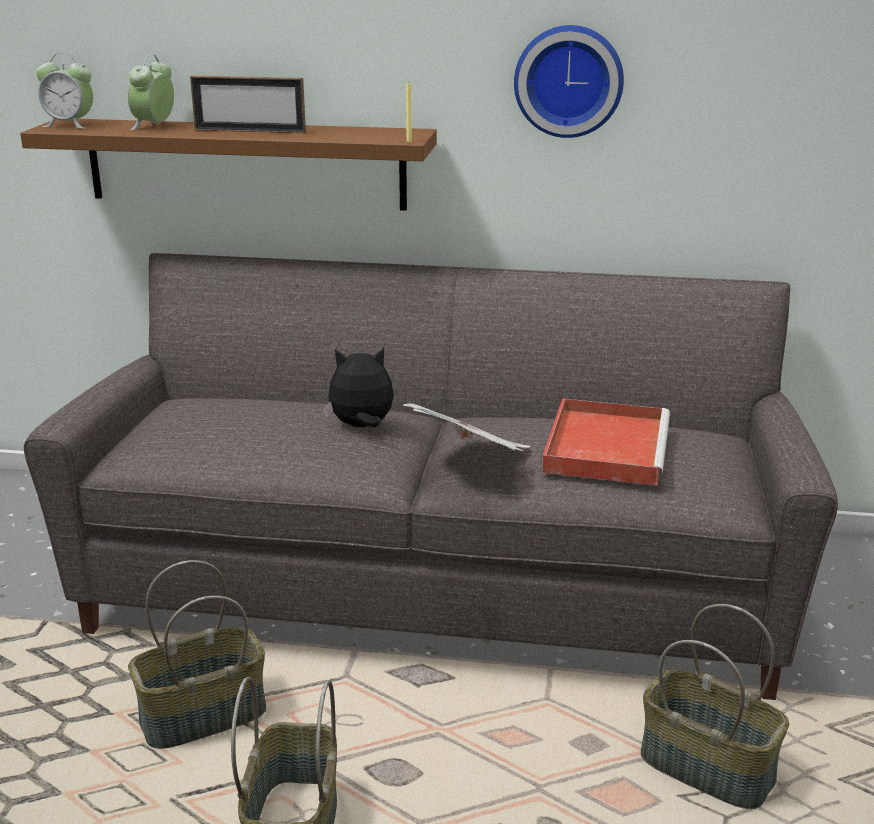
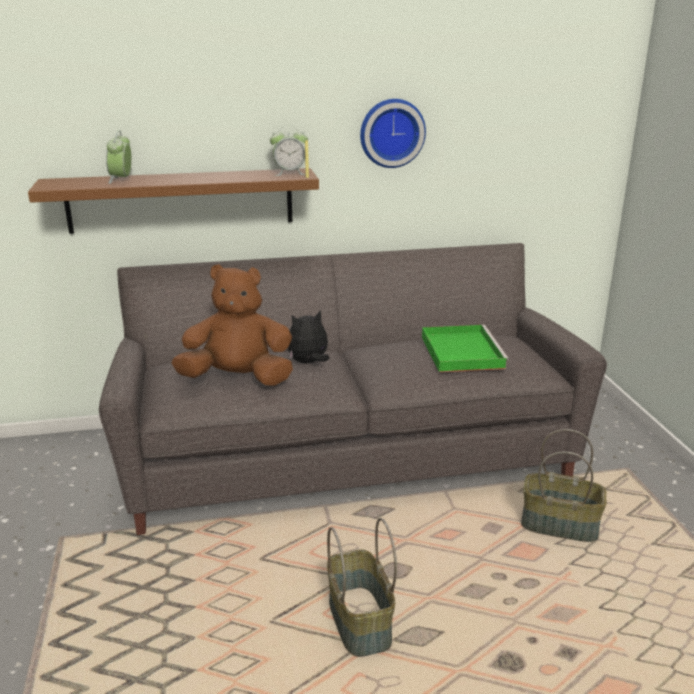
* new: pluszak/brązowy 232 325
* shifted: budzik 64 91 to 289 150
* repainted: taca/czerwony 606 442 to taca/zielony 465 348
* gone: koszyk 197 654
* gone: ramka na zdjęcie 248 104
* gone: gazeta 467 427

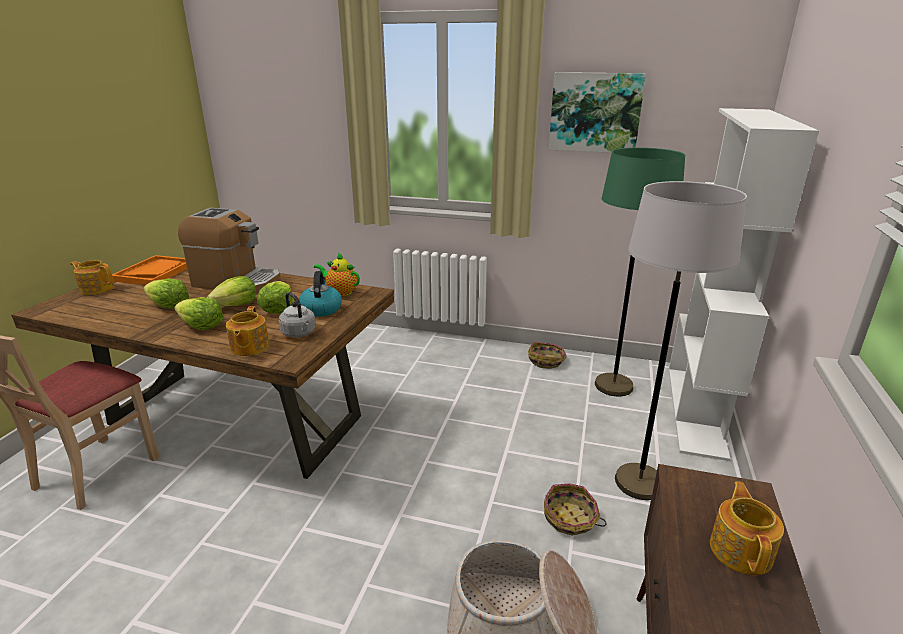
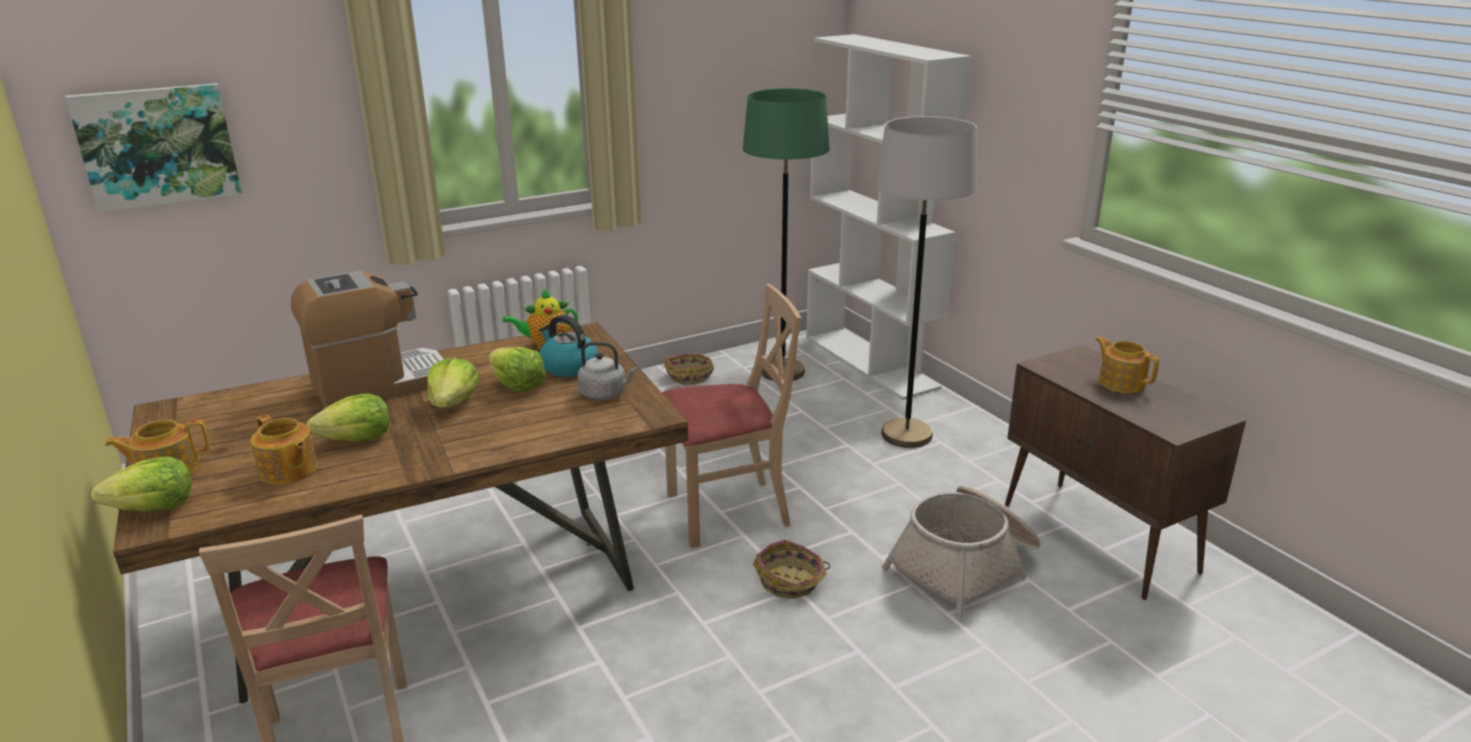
* shifted: obraz 597 112 to 153 148
* shifted: sałata 199 313 to 141 484
* shifted: imbryk 248 331 to 284 449
* new: krzesło/beżowy 731 416
* shifted: koszyk 575 509 to 791 569
* gone: taca/pomarańczowy 149 270

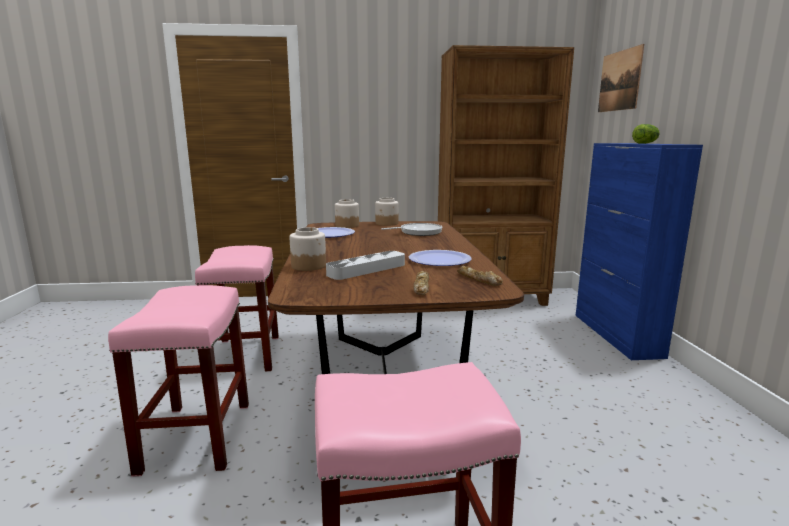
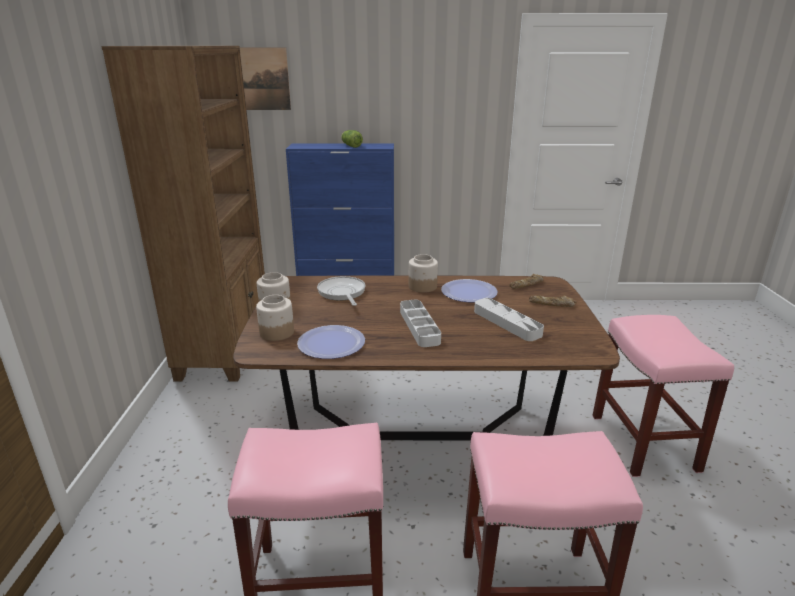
* new: taca/szary 420 323
* shifted: słoik 308 249 to 423 273

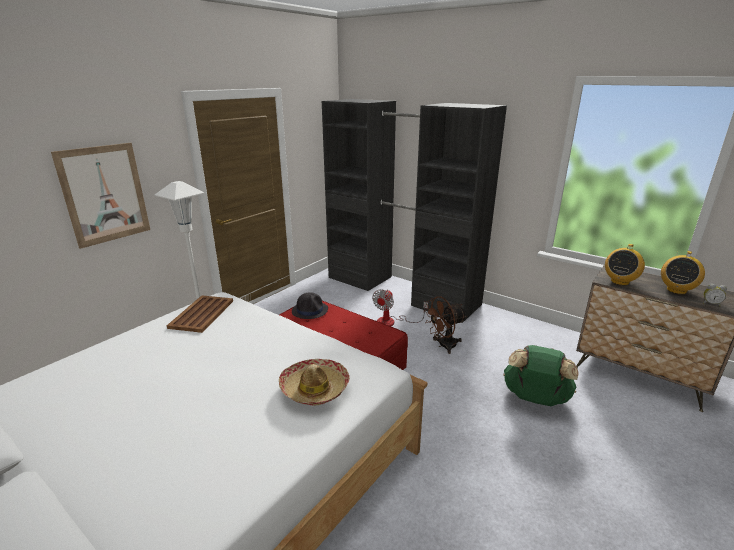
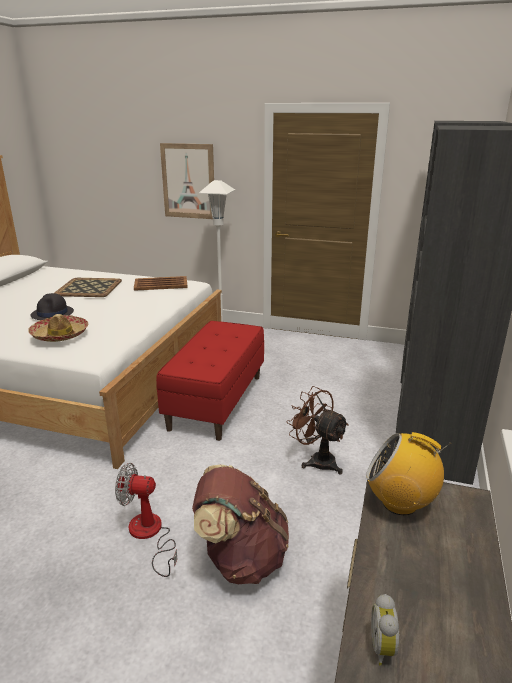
* shifted: kapelusz/czarny 310 305 to 52 306
* new: taca 88 287
* shifted: wentylator 400 307 to 146 520
* repainted: plecak/zielony 541 375 to plecak/brązowy 240 524
* gone: radio 683 272

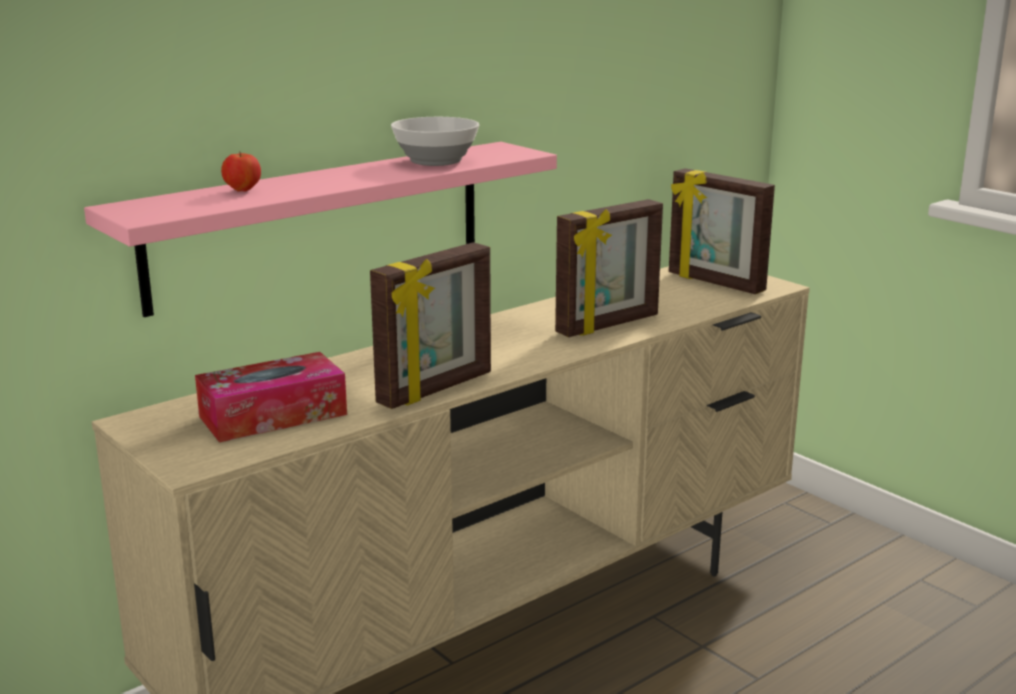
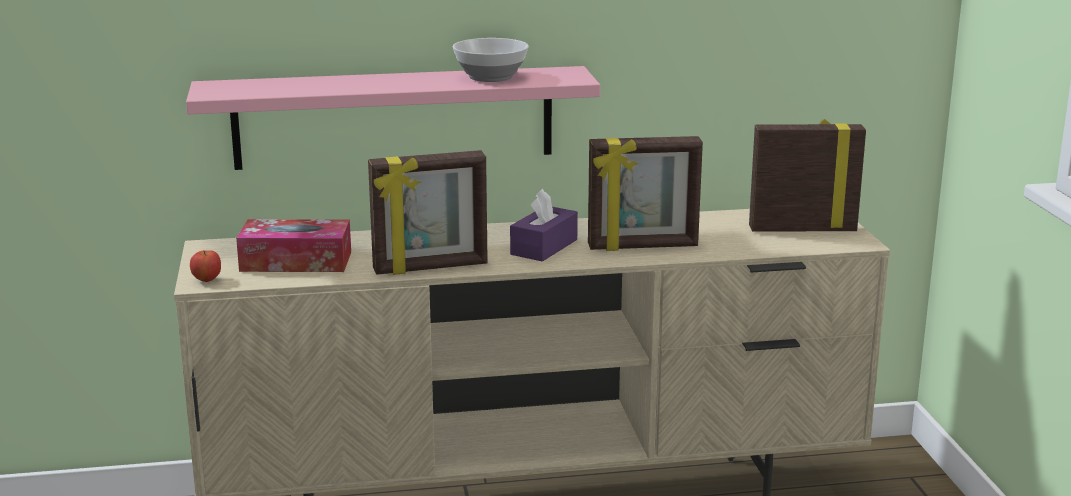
* shifted: jabłko 241 171 to 205 266
* new: pudełko chusteczek/fioletowy 544 225
* rotated: ramka na zdjęcie 722 231 = 807 175 105 degrees clockwise

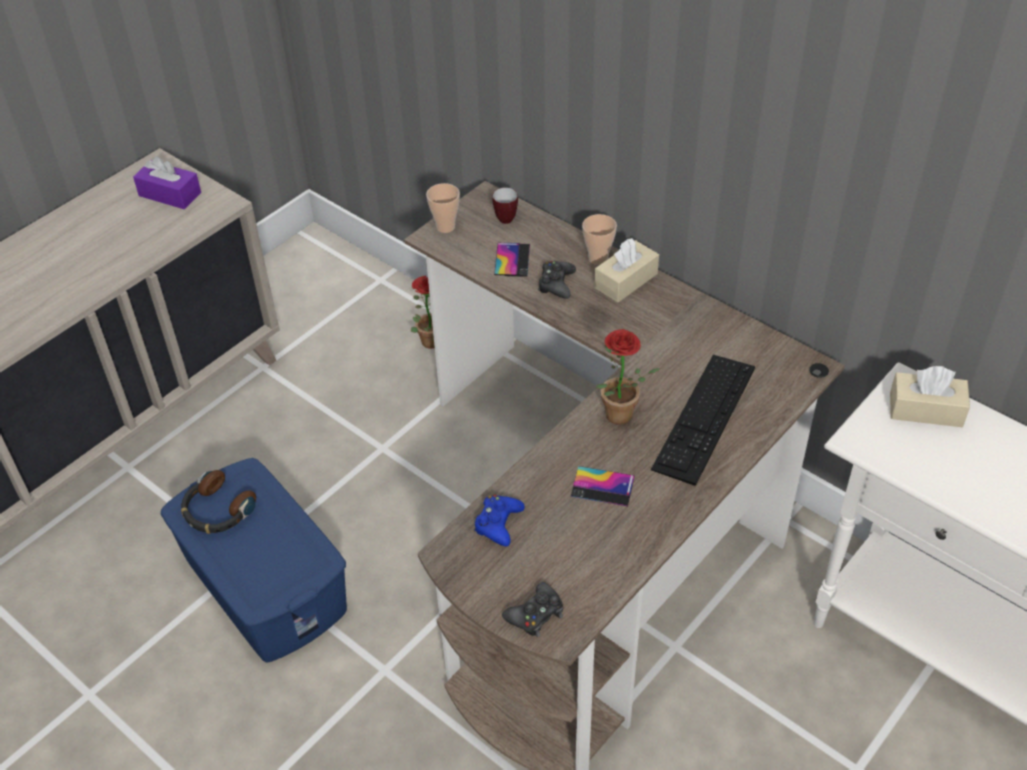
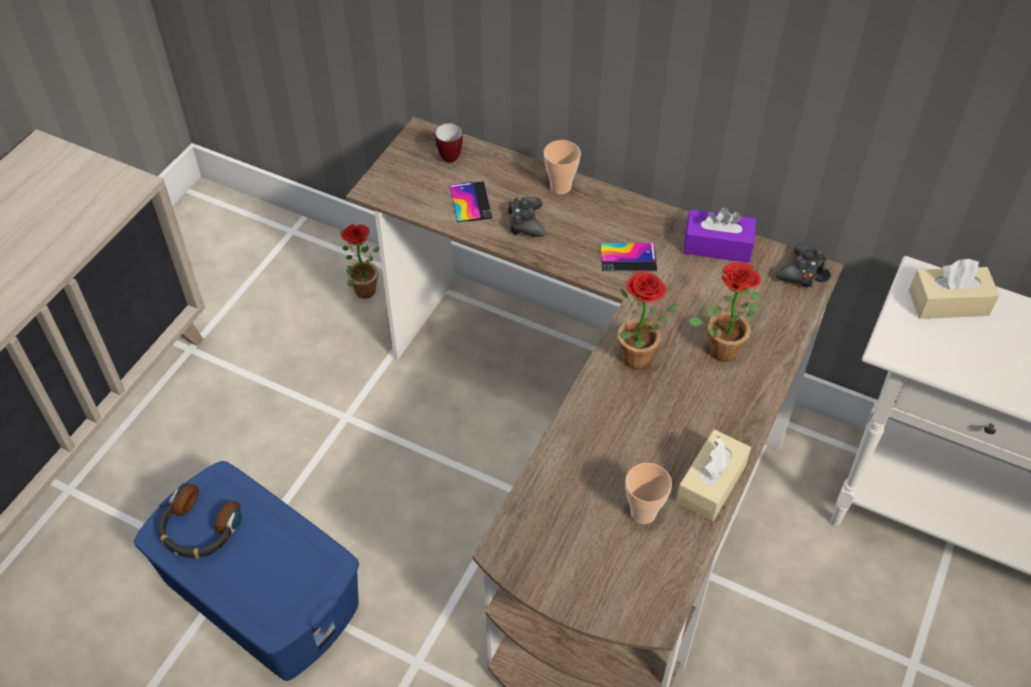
* shifted: telefon 603 486 to 628 257
* shifted: filiżanka 443 208 to 648 493
* shifted: pudełko chusteczek/beżowy 626 270 to 713 475
* shifted: pudełko chusteczek/fioletowy 167 182 to 719 235
* swapped: klawiatura 703 420 to roślina doniczkowa 725 312
* shifted: pad do gier/czarny 532 609 to 801 266
* gone: pad do gier/niebieski 499 520

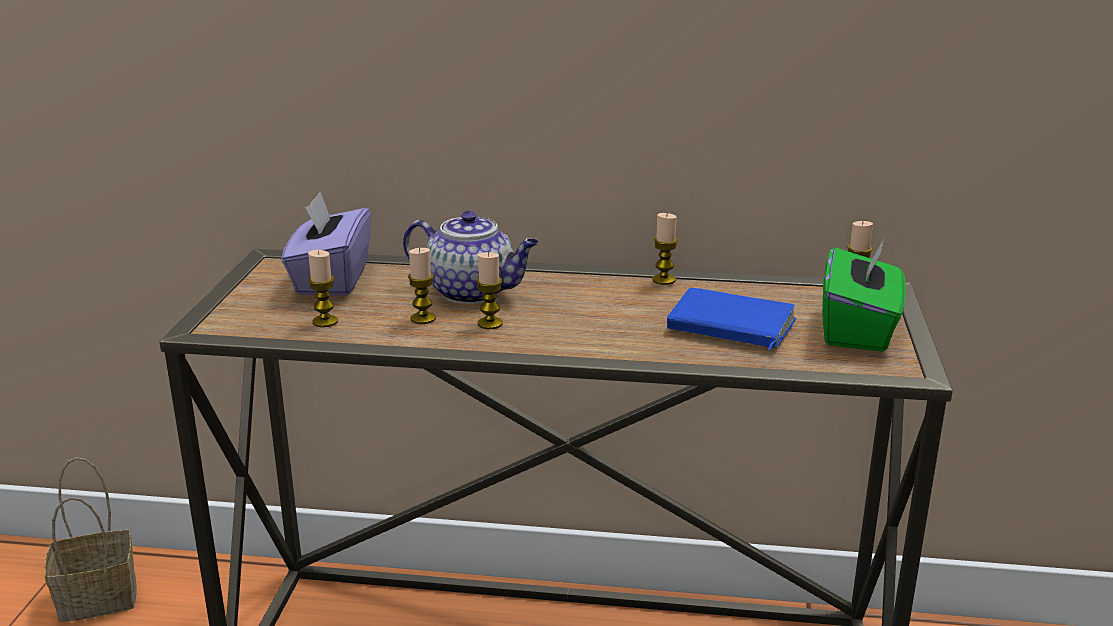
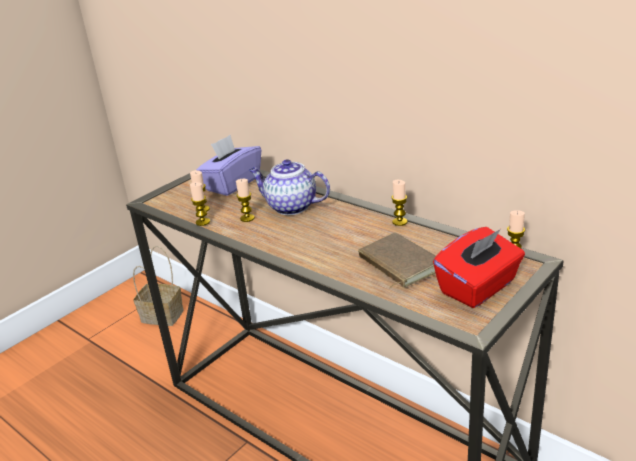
* shifted: świeca 489 290 to 200 204
* rotated: imbryk 471 257 = 289 187 150 degrees clockwise
* repainted: książka/niebieski 731 319 to książka/brązowy 397 260
* repainted: pudełko chusteczek/zielony 864 295 to pudełko chusteczek/czerwony 479 267

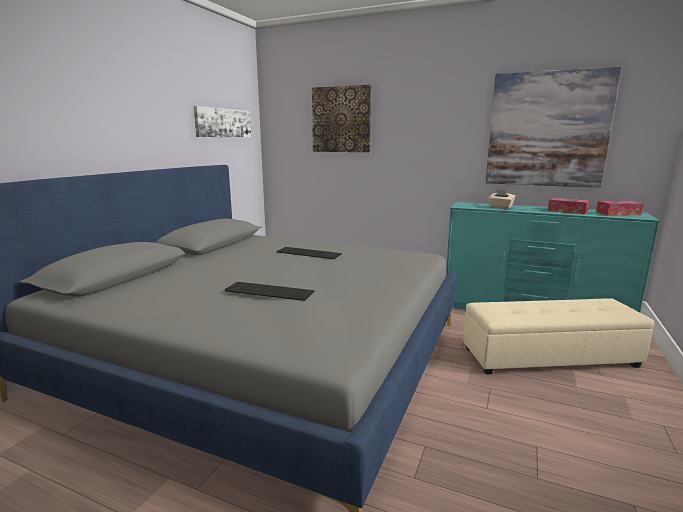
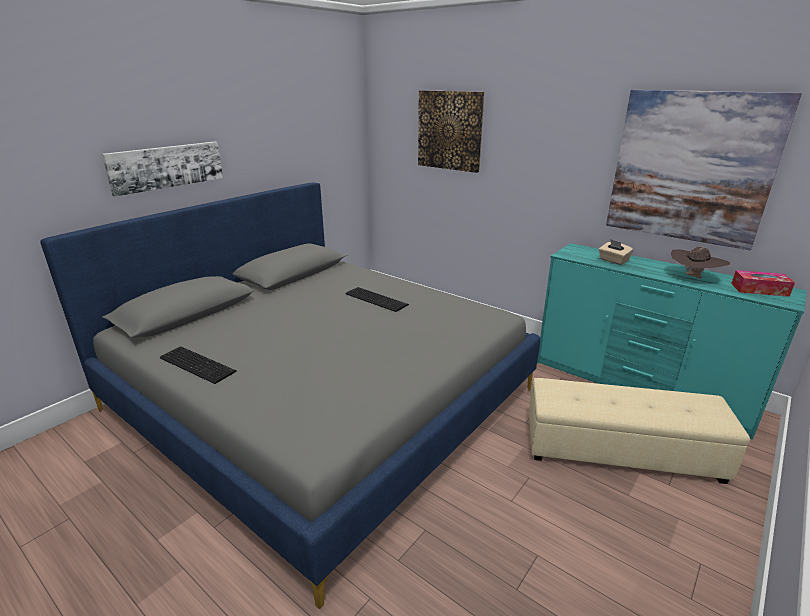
* shifted: obraz 222 121 to 162 169
* shifted: klawiatura 269 291 to 198 365
* swapped: pudełko chusteczek 568 206 to kapelusz/brązowy 700 262

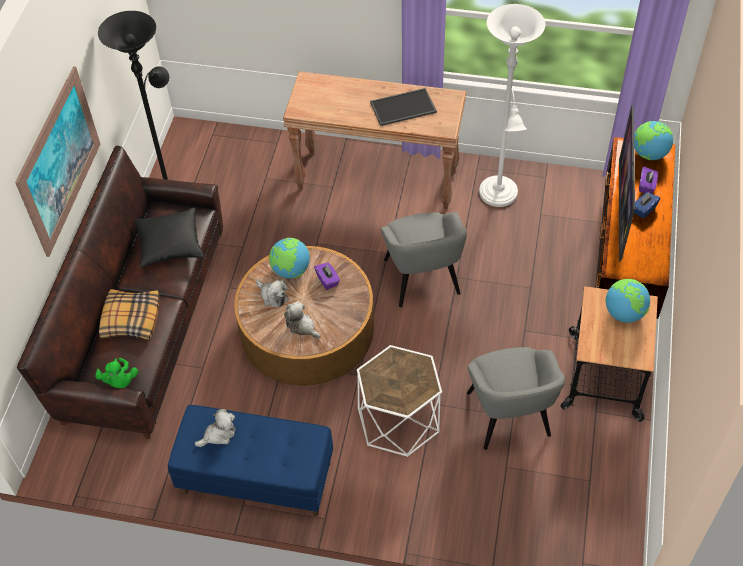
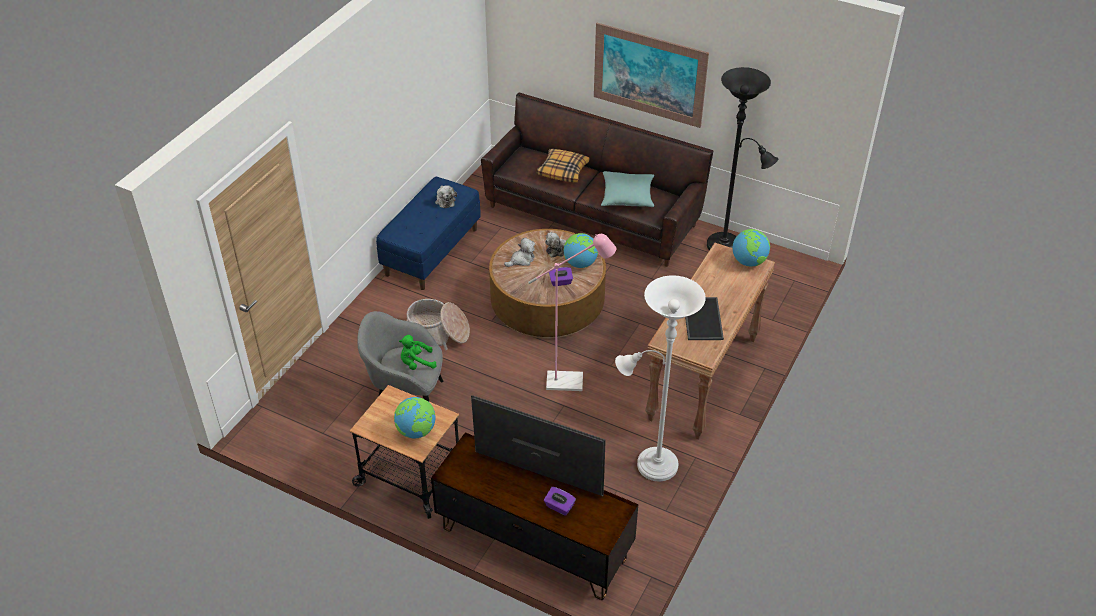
* shifted: pluszak/zielony 116 373 to 418 352
* swapped: stolik/biały 399 401 to koszyk 438 325
* swapped: fotel/szary 424 259 to lampa stojąca/różowy 572 312
* repainted: poduszka/czarny 169 237 to poduszka/turkusowy 627 189
* shifted: globus 653 140 to 751 247
* gone: pudełko chusteczek/niebieski 647 205

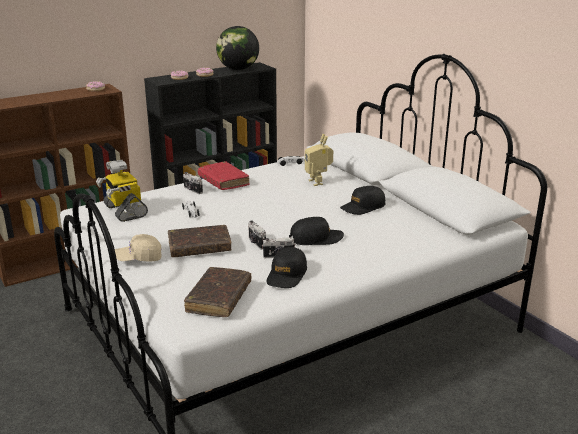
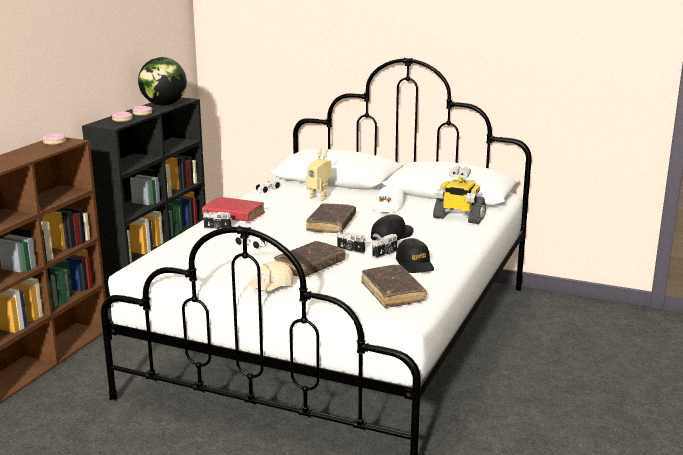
* new: książka/brązowy 331 218
* repainted: czapka z daszkiem/czarny 362 200 to czapka z daszkiem/biały 388 199
* shifted: robot zabawkowy 122 191 to 459 195

